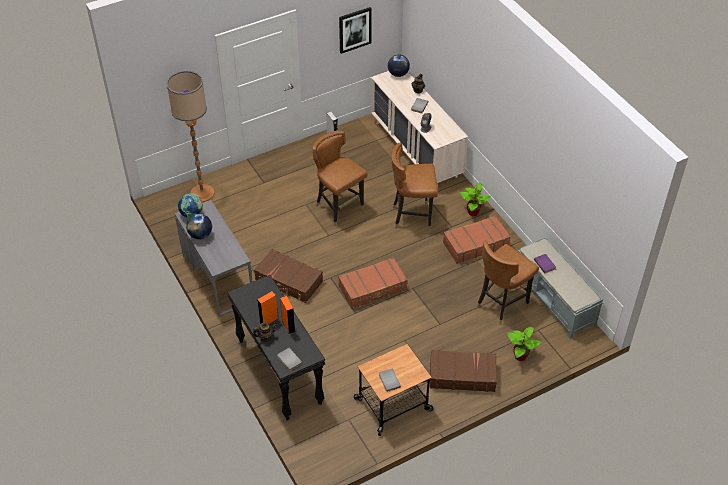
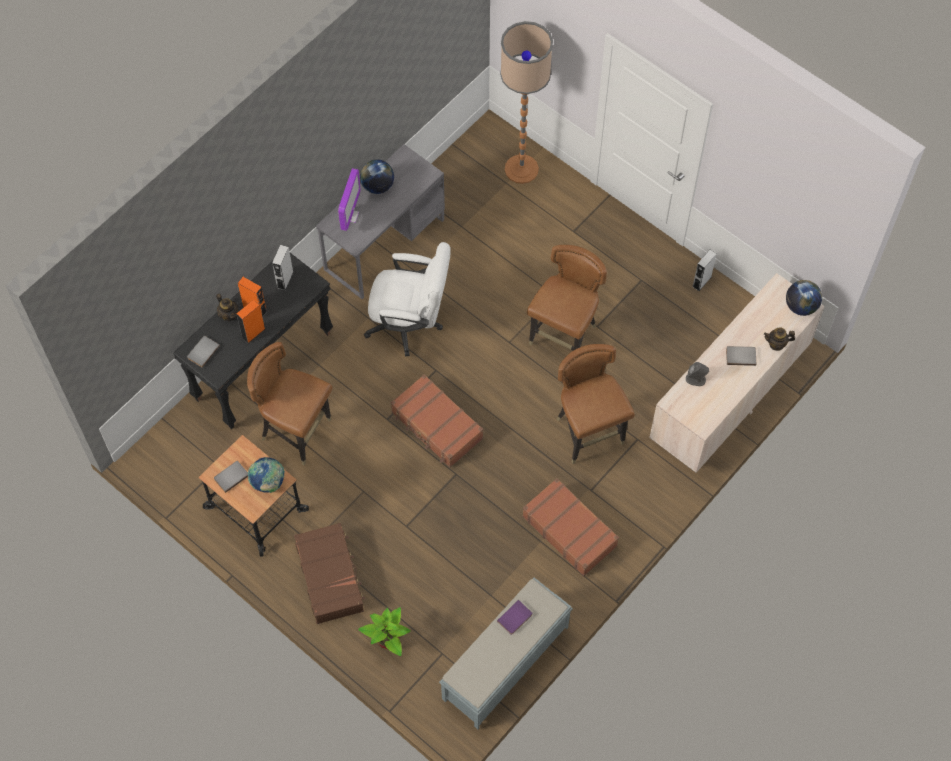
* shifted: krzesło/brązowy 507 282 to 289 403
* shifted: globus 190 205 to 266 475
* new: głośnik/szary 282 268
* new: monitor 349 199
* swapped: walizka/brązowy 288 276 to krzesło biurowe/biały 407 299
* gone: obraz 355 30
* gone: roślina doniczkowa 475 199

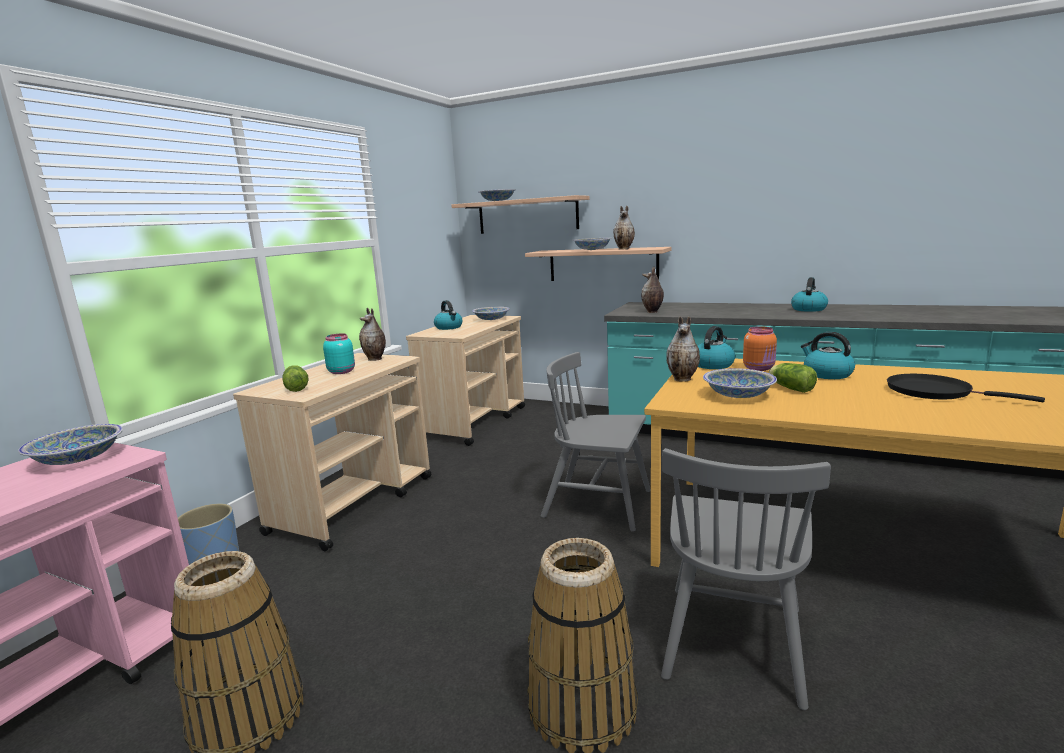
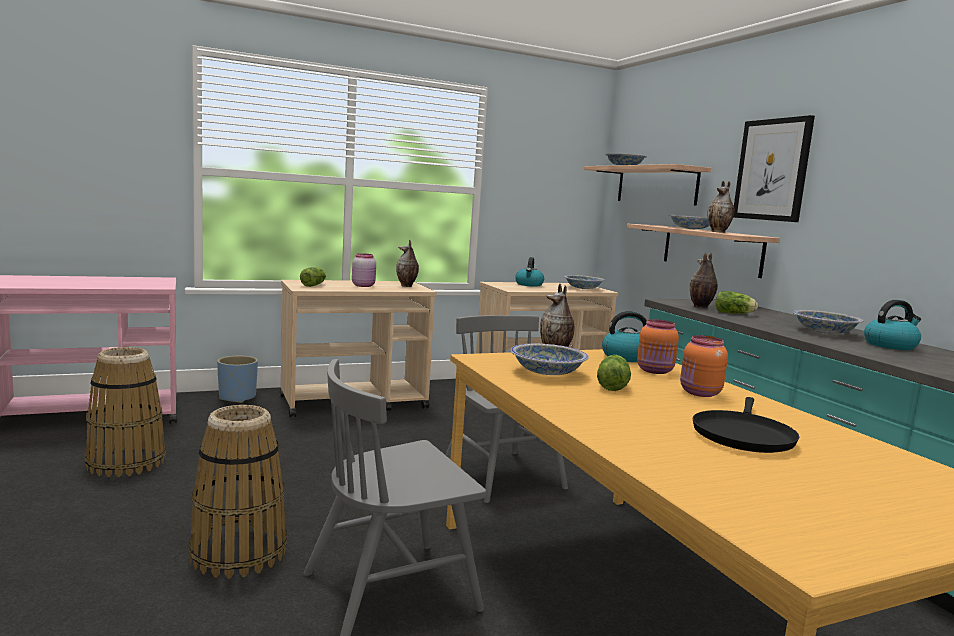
* repainted: słoik/turkusowy 339 353 to słoik/różowy 364 270
* swapped: czajnik 828 355 to słoik/pomarańczowy 704 366
* rotated: patelnia/czarny 966 388 = 746 425 150 degrees counterclockwise
* new: sałata 737 302
* new: obraz 774 168
* shifted: miska 70 444 to 828 322

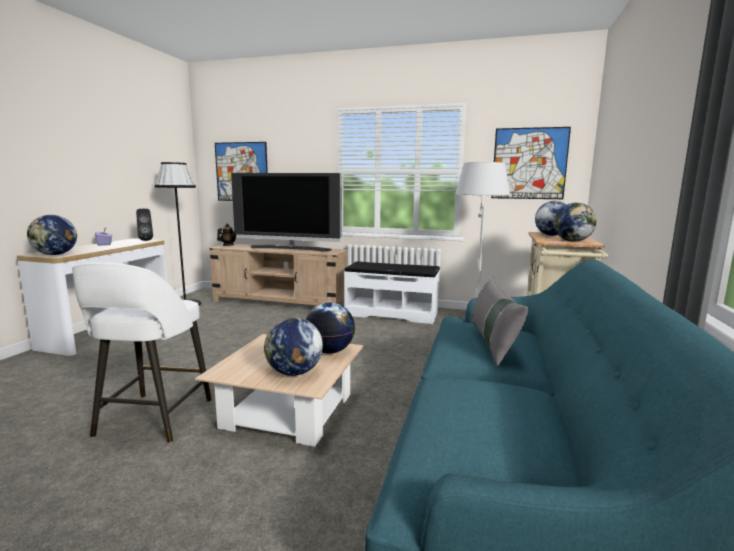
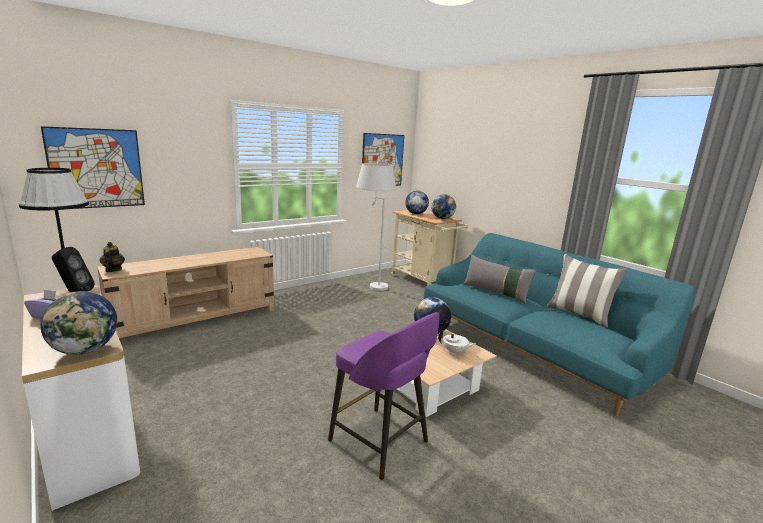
* repainted: stołek/biały 142 352 to stołek/fioletowy 383 396
* swapped: globus 293 347 to imbryk/biały 457 342
* new: poduszka 587 291
* gone: telewizor 286 212
* gone: ławka/biały 392 292

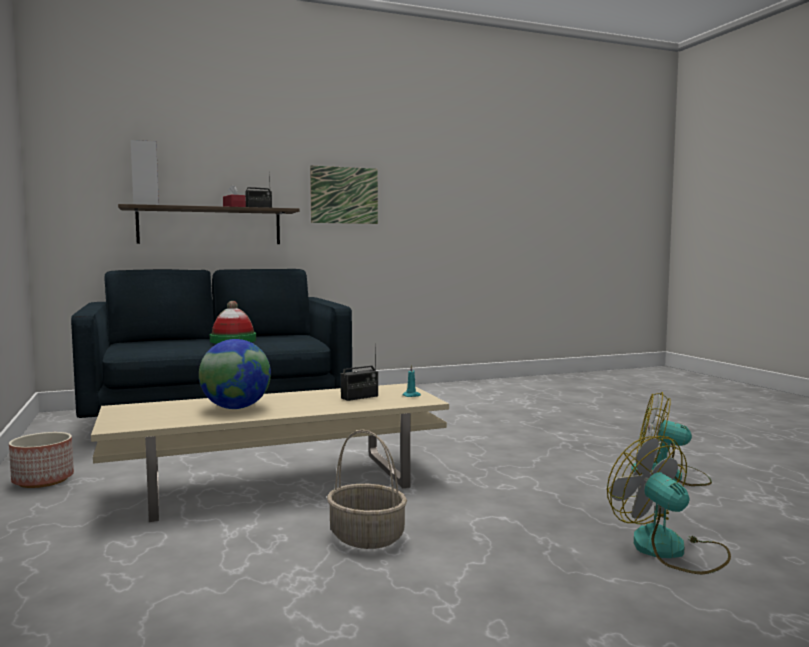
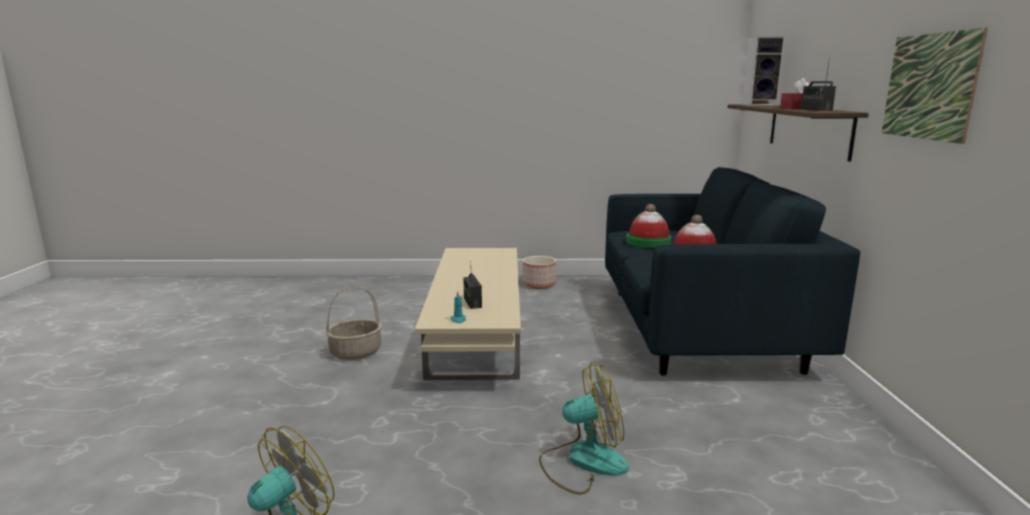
* shifted: wentylator 669 505 to 584 428
* new: kapelusz 648 226
* gone: globus 235 374

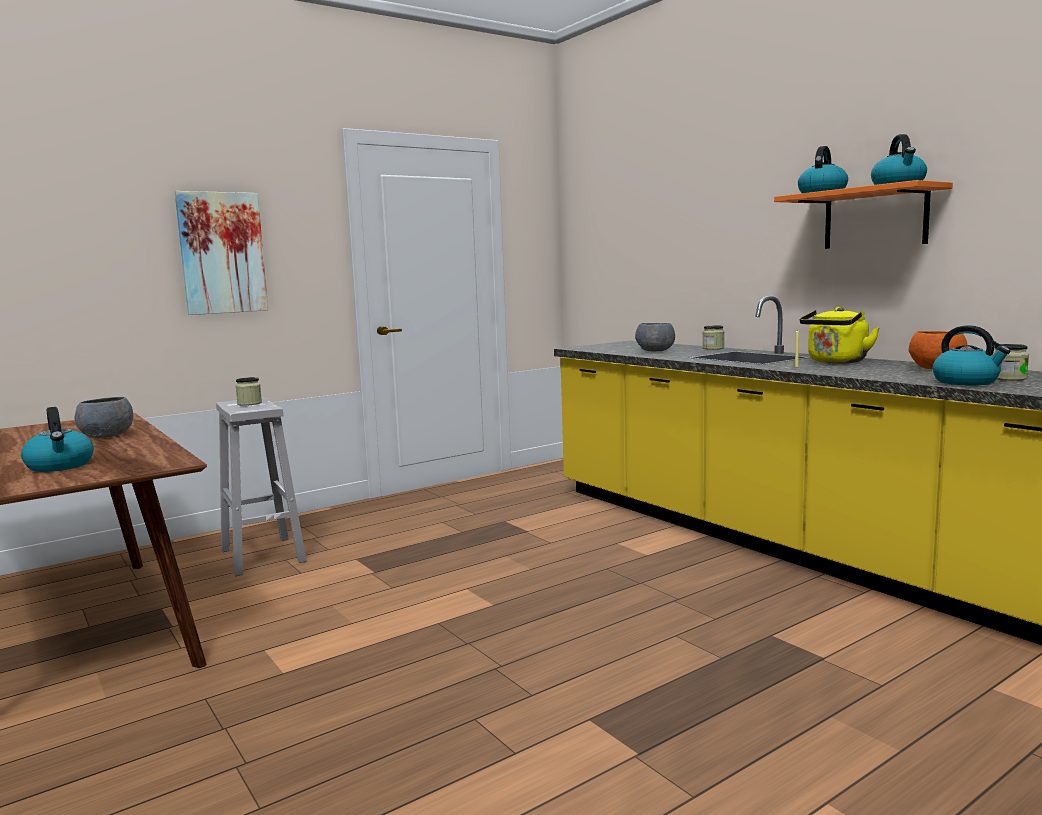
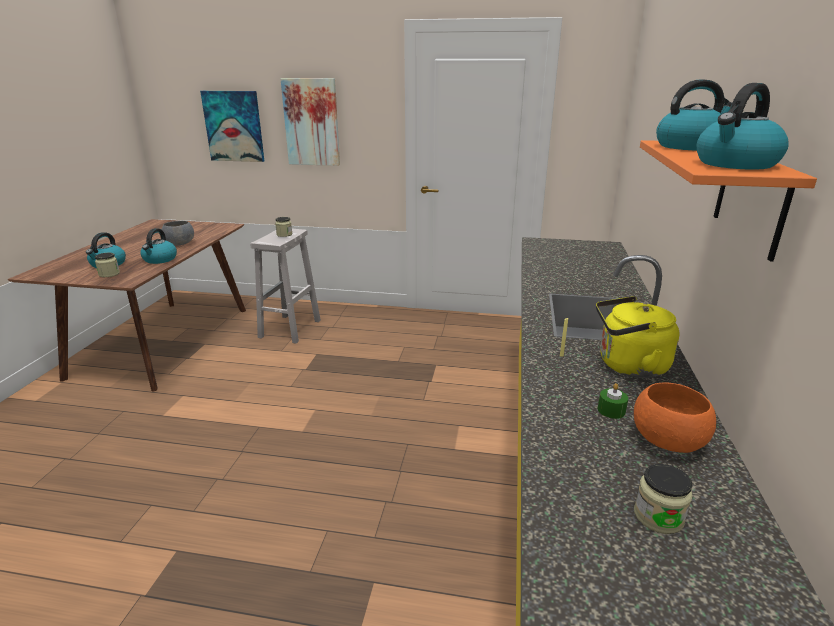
* shifted: słoik 713 337 to 107 265
* shifted: czajnik 971 355 to 158 246
* new: obraz 232 126
* new: świeca/zielony 613 401
* gone: miska/szary 655 337

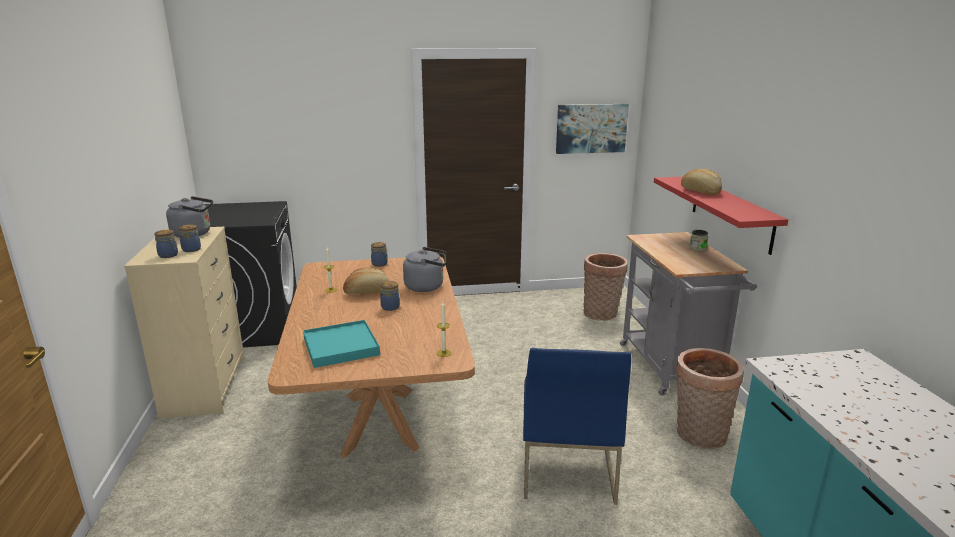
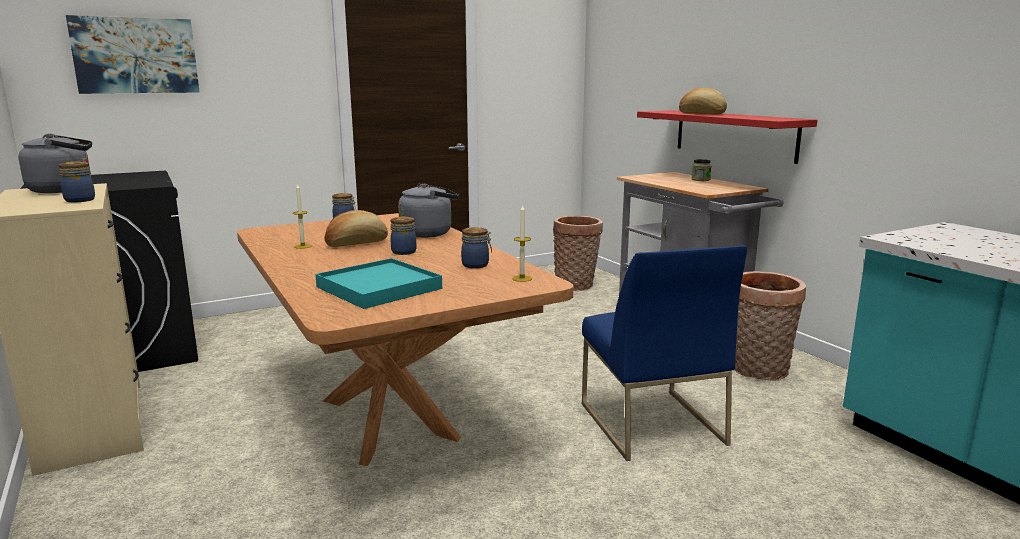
* shifted: obraz 592 129 to 132 54
* shifted: słoik 166 244 to 476 248

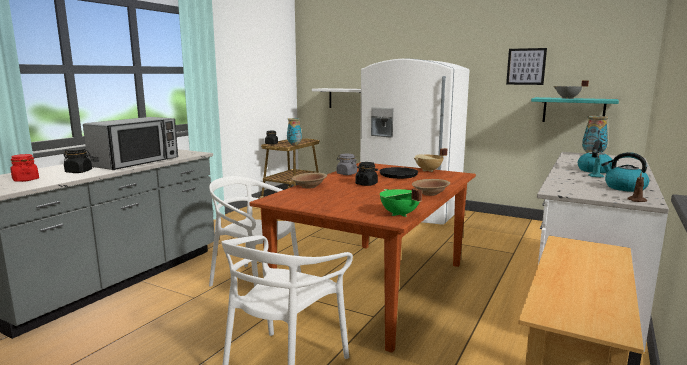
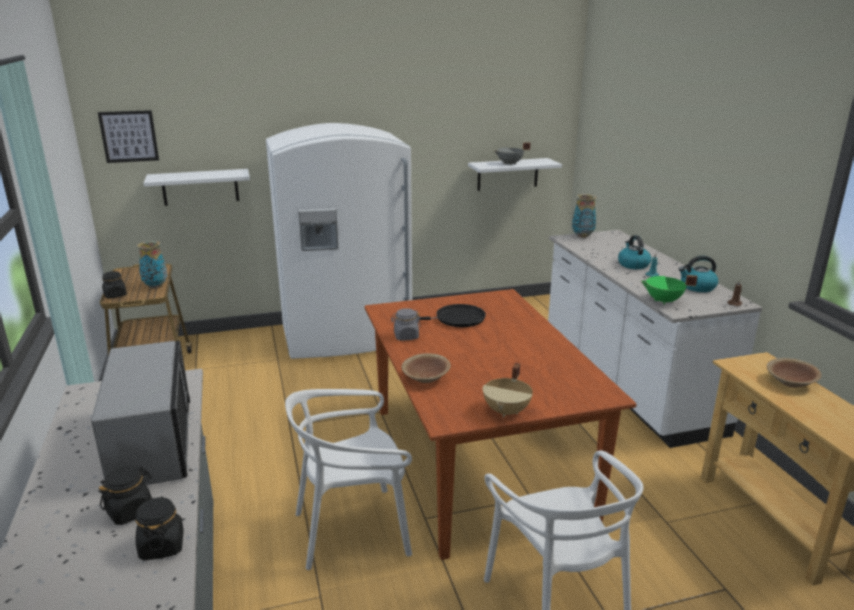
* shifted: obraz 526 66 to 128 136
* shifted: słoik/czarny 366 174 to 159 528
* repainted: półka/turkusowy 575 109 to półka/biały 515 174
* shifted: garnek/beżowy 430 160 to 508 390
* shifted: garnek/zielony 401 202 to 669 290
* shifted: miska/brązowy 431 187 to 794 373
* gone: słoik/czerwony 25 168

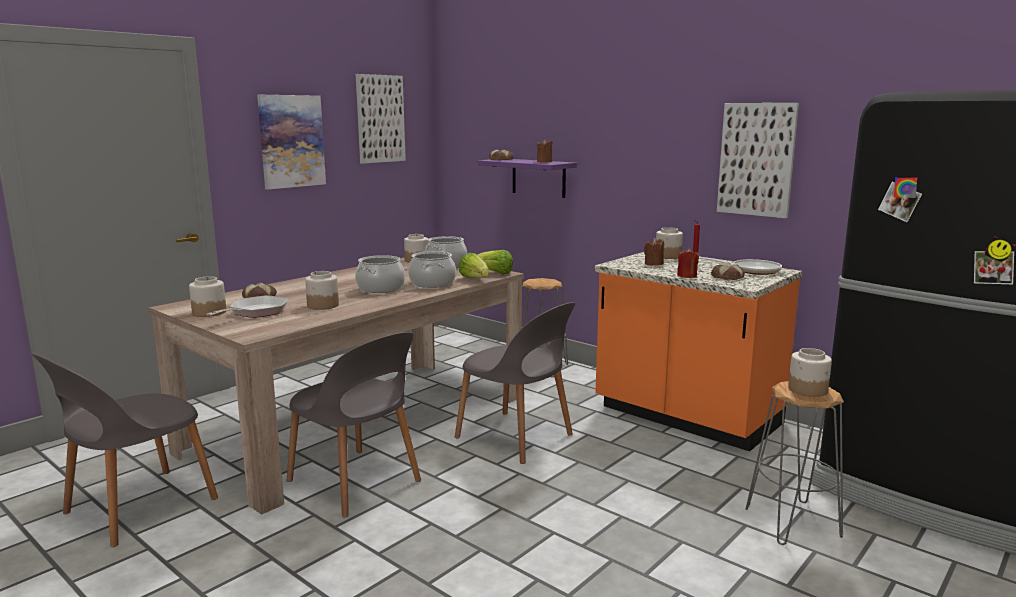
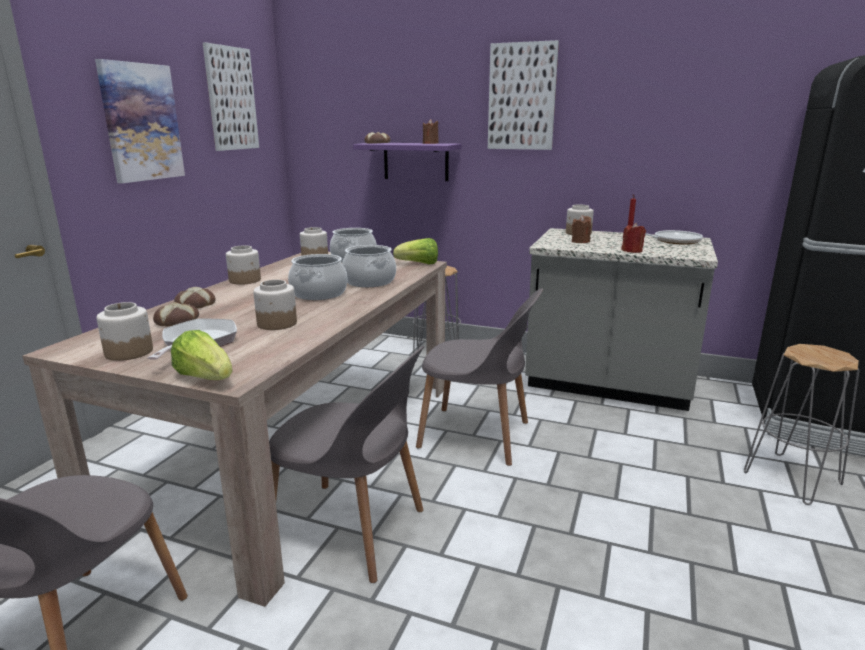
* shifted: sałata 474 265 to 202 355
* shifted: chleb 728 271 to 195 298
* shifted: słoik 810 372 to 243 265
* shifted: obraz 758 160 to 523 95
* repainted: zabudowa kuchenna/pomarańczowy 698 351 to zabudowa kuchenna/szary 621 319

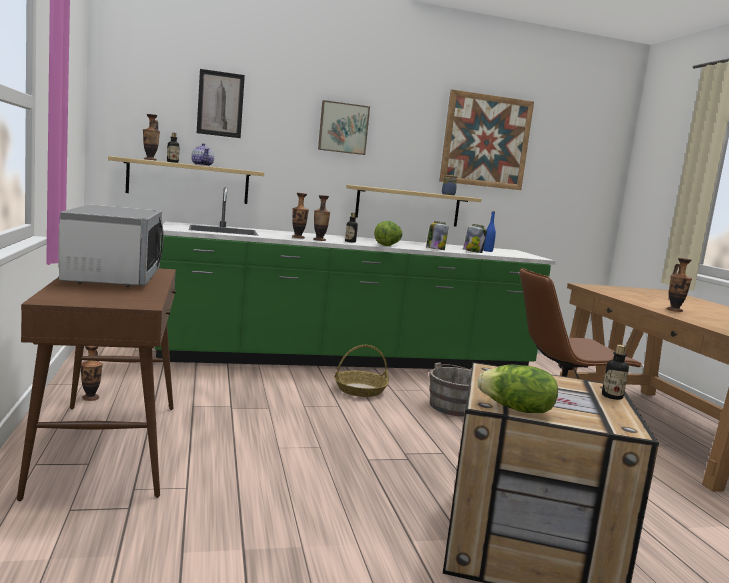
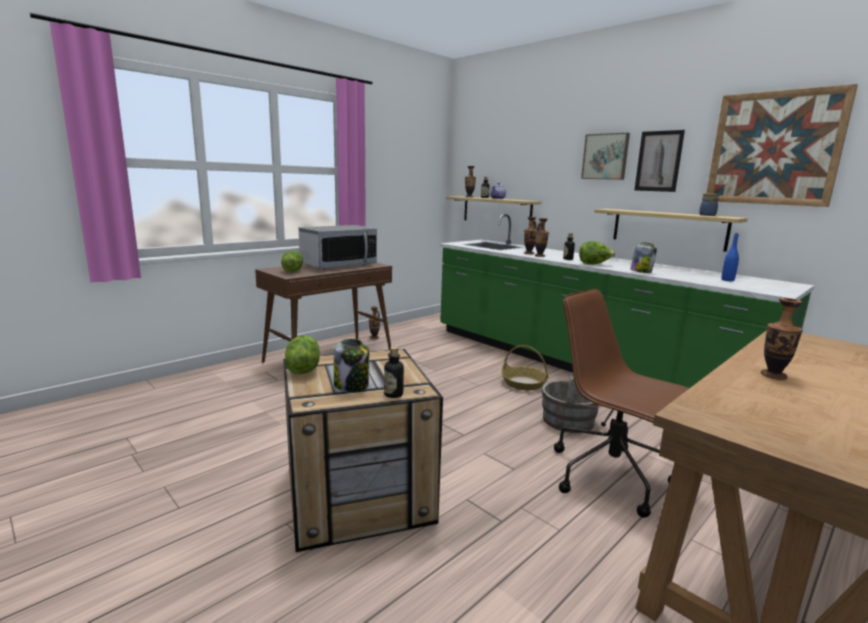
* new: sałata 292 261
* shifted: słoik 475 238 to 351 365
* shifted: obraz 221 103 to 659 161

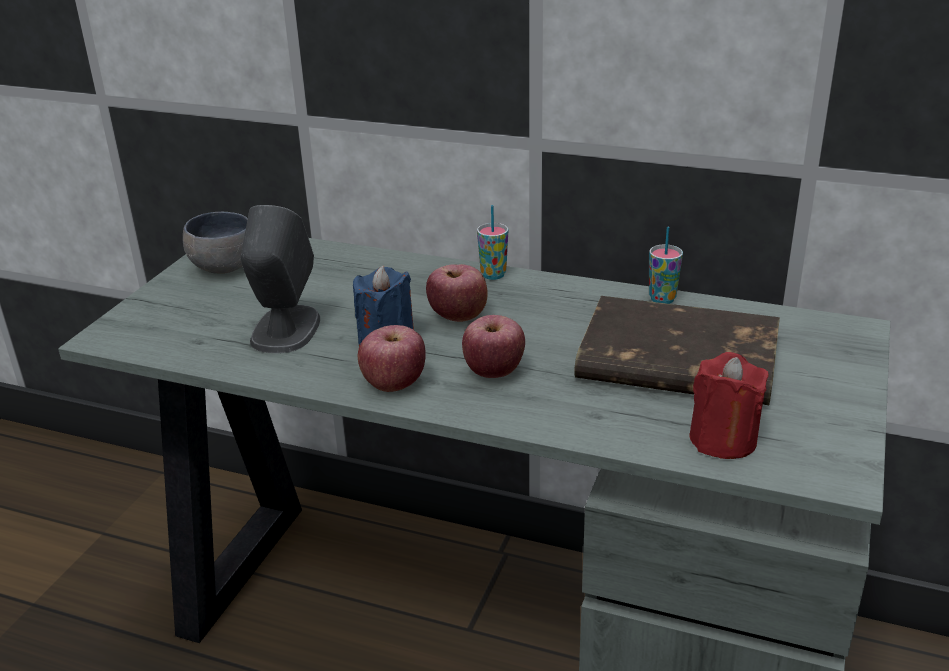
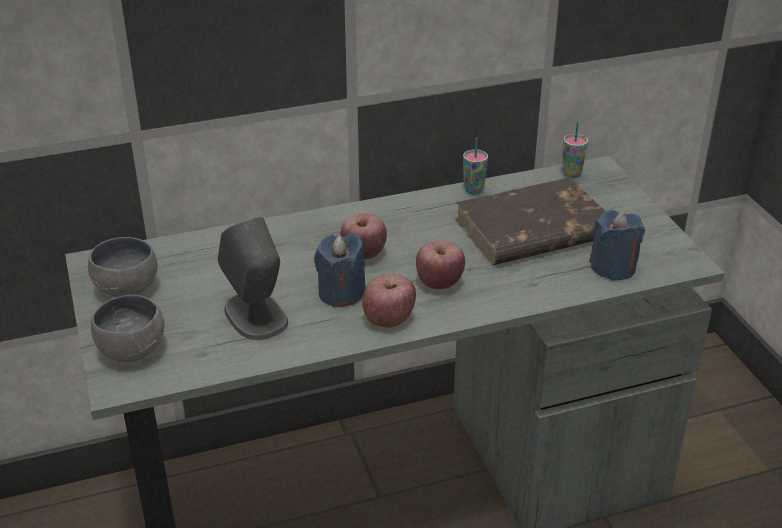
* new: miska/szary 128 328
* shifted: filiżanka 492 242 to 575 150
* repainted: świeca/czerwony 729 405 to świeca/niebieski 617 245

